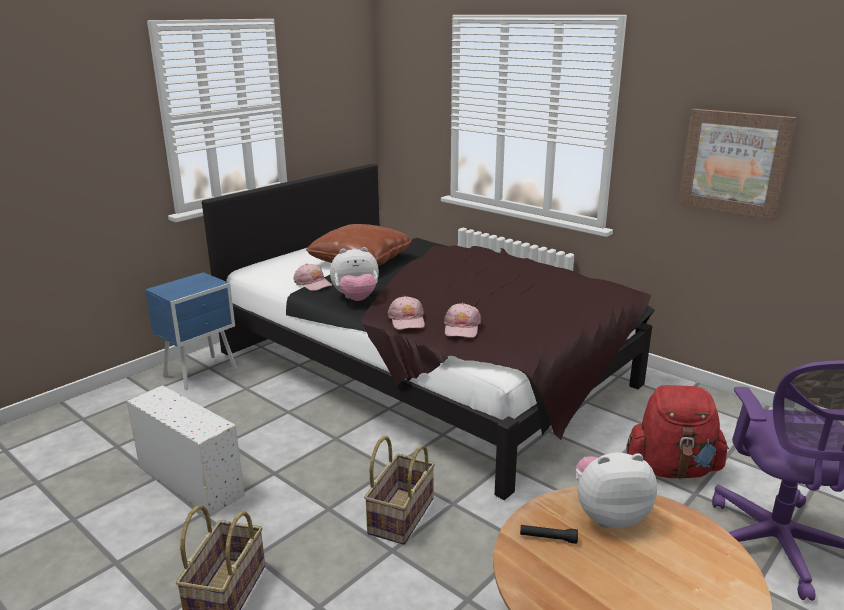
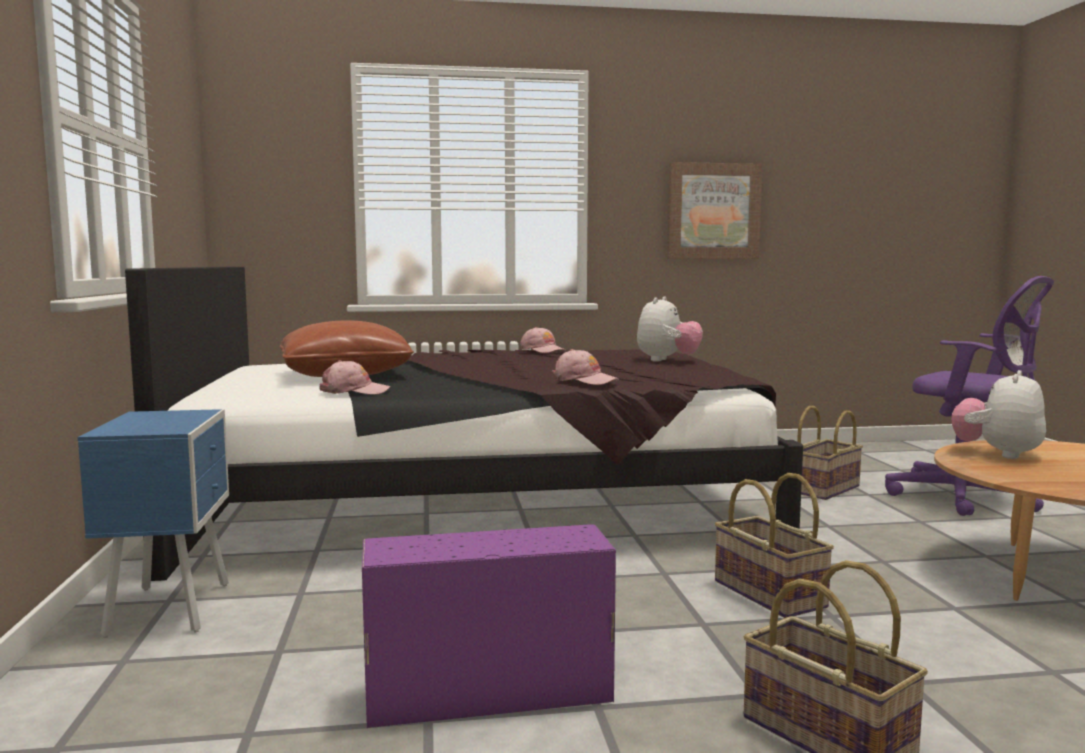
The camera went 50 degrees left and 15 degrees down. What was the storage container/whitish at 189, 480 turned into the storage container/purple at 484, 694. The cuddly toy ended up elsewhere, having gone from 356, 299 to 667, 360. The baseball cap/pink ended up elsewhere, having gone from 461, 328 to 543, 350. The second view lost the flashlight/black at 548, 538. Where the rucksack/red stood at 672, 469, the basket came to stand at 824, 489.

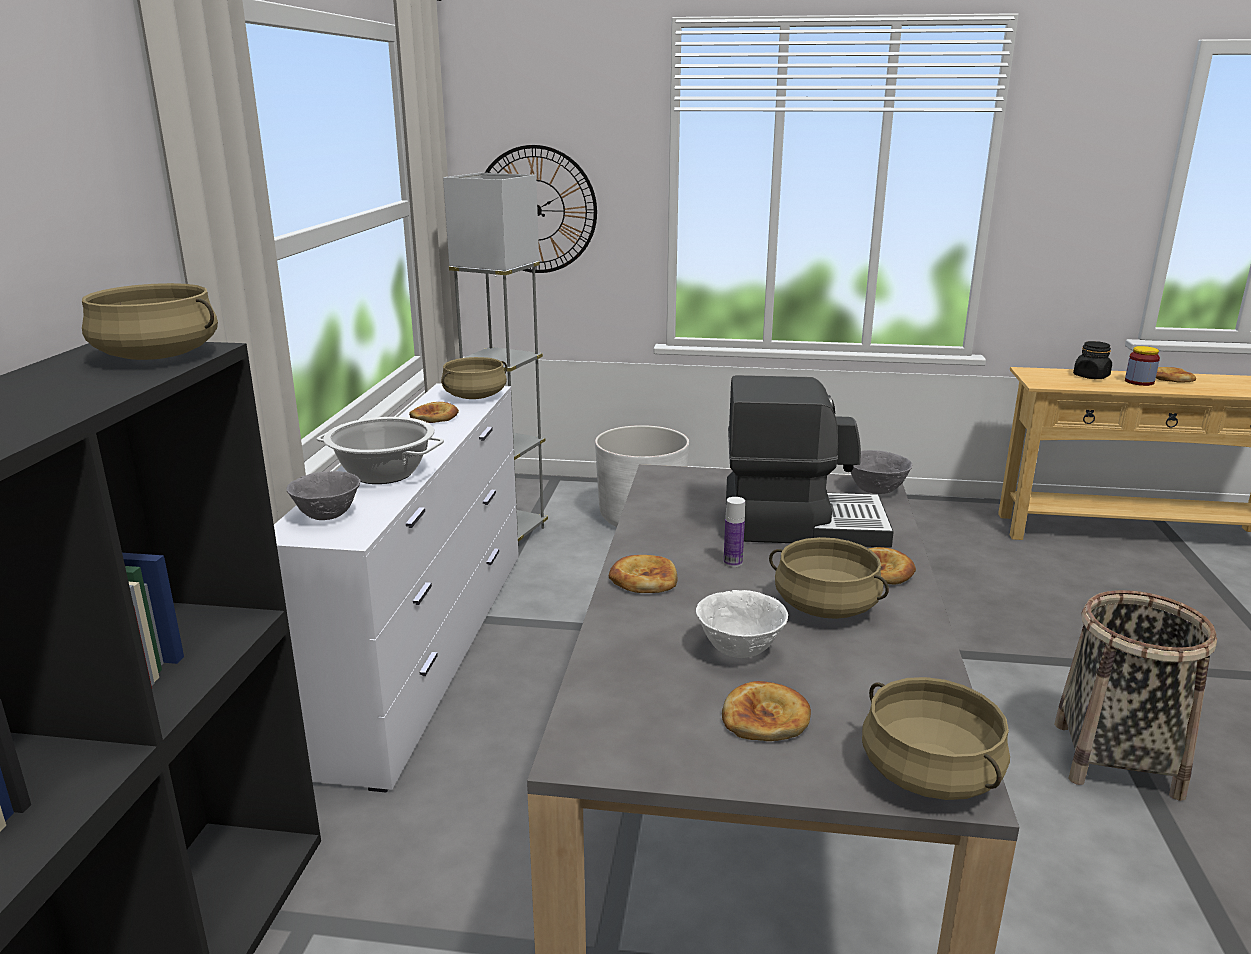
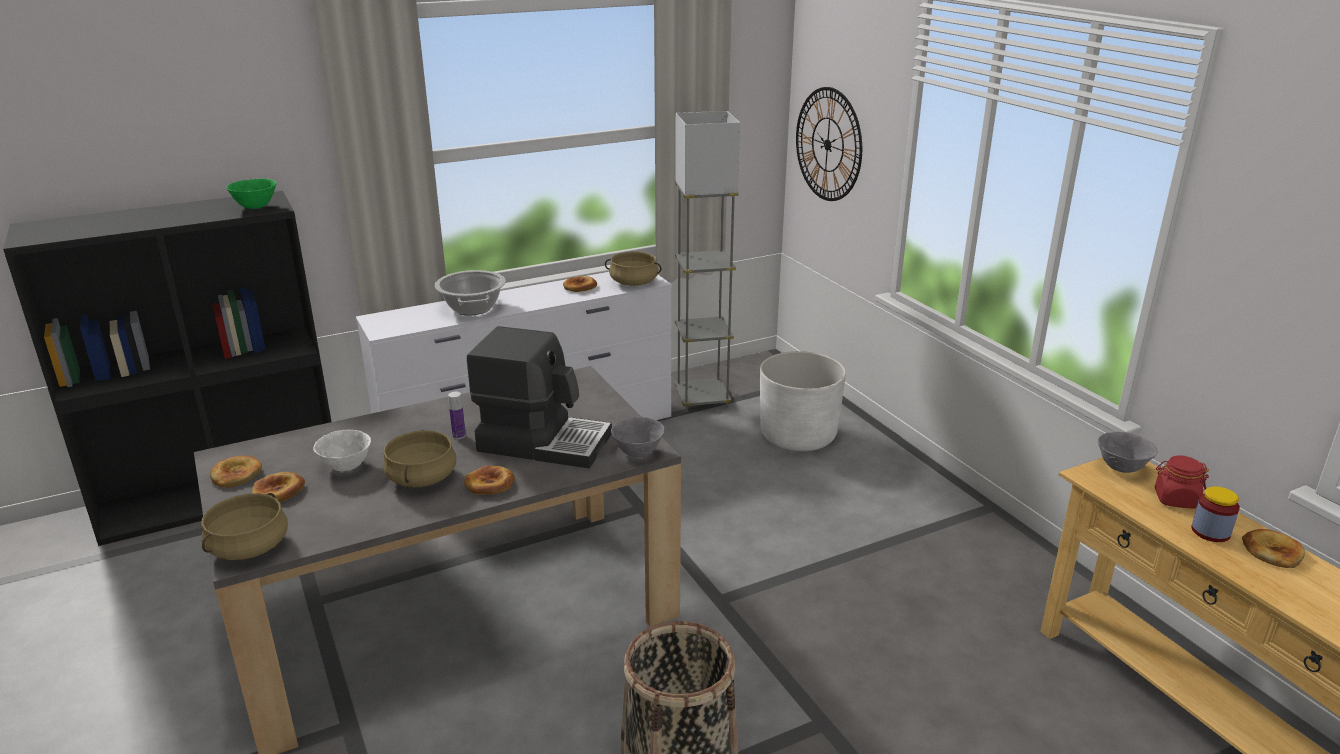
The camera went 55 degrees right and 5 degrees up. Where the saucepot/beige-coloured stood at 158, 356, the bowl/green-coloured came to stand at 256, 207. The bowl/grey ended up elsewhere, having gone from 328, 516 to 1122, 468. The bakery bread ended up elsewhere, having gone from 643, 579 to 236, 474. The coffee machine at 802, 524 ended up facing another way, 45 degrees counterclockwise from before. What was the jar/black at 1091, 376 turned into the jar/red at 1175, 499.

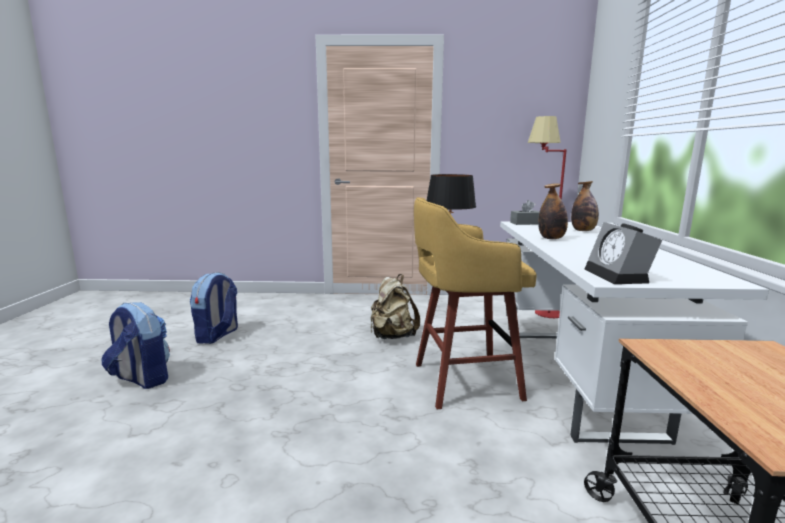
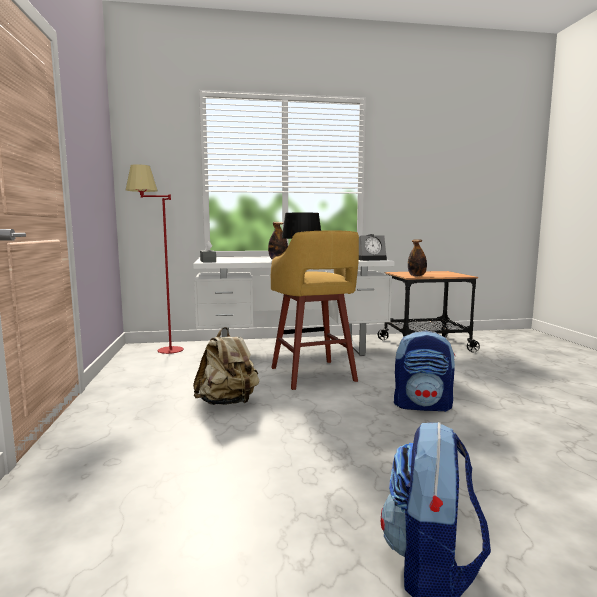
The camera went 100 degrees left and 5 degrees down. The rucksack ended up elsewhere, having gone from 217, 335 to 423, 405. The bottle ended up elsewhere, having gone from 583, 231 to 416, 276.

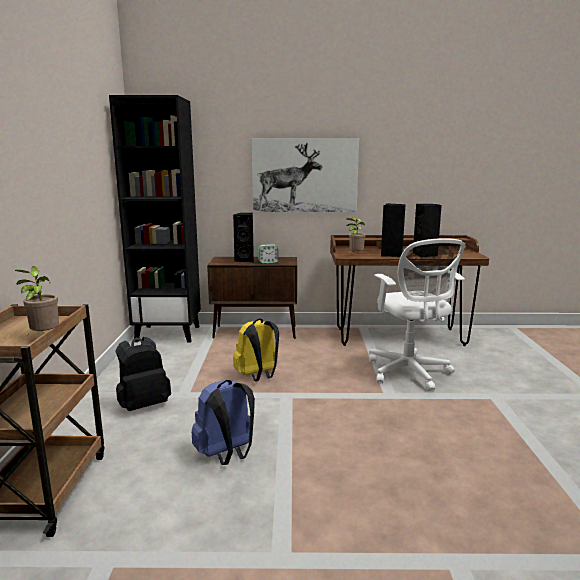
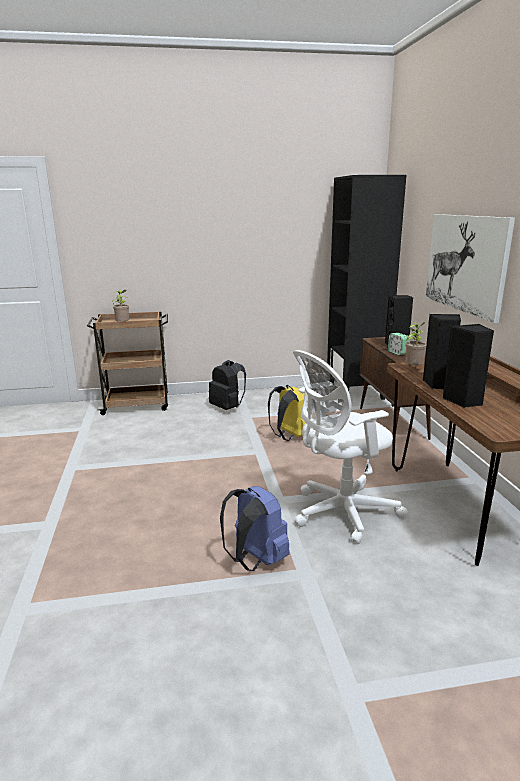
The camera went 80 degrees right and 5 degrees up. The rucksack/blue-coloured ended up elsewhere, having gone from 226, 455 to 255, 560.

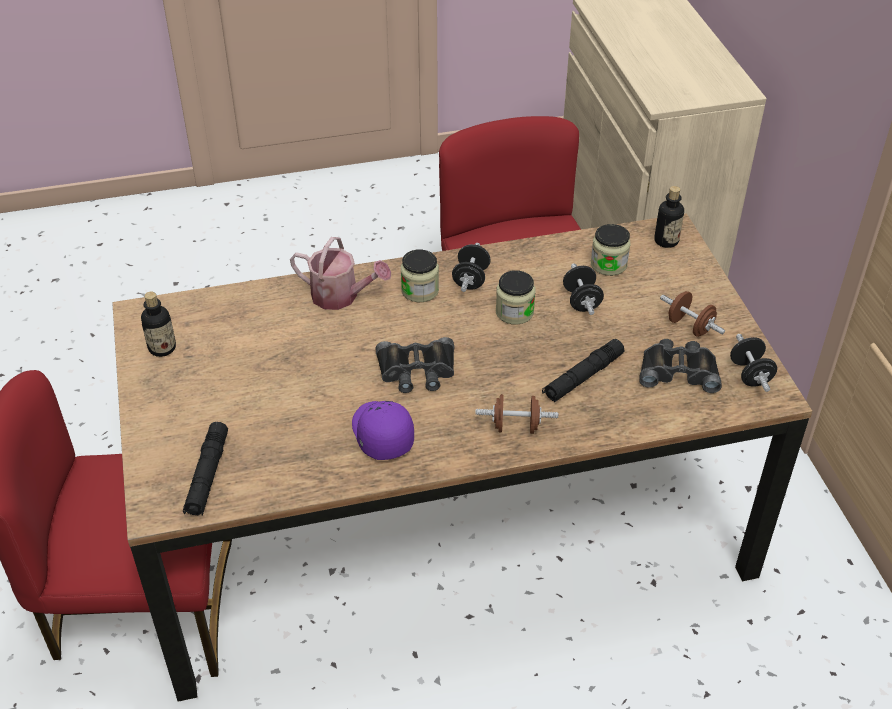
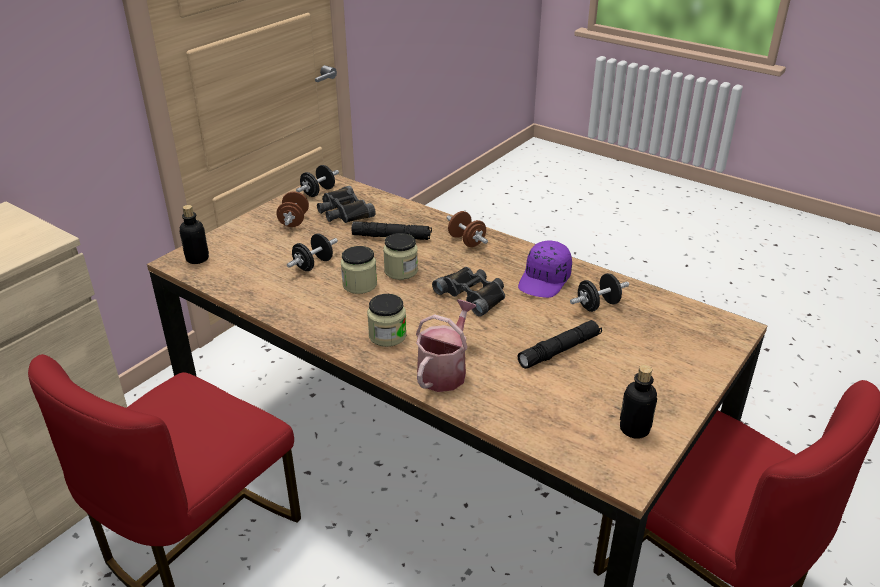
The camera went 130 degrees left and 10 degrees down. The flashlight/black ended up elsewhere, having gone from 207, 475 to 559, 350. The sprinkling can at 341, 296 ended up facing another way, 45 degrees clockwise from before. The dumbbell/black ended up elsewhere, having gone from 471, 279 to 597, 305. The jar ended up elsewhere, having gone from 608, 264 to 401, 271.

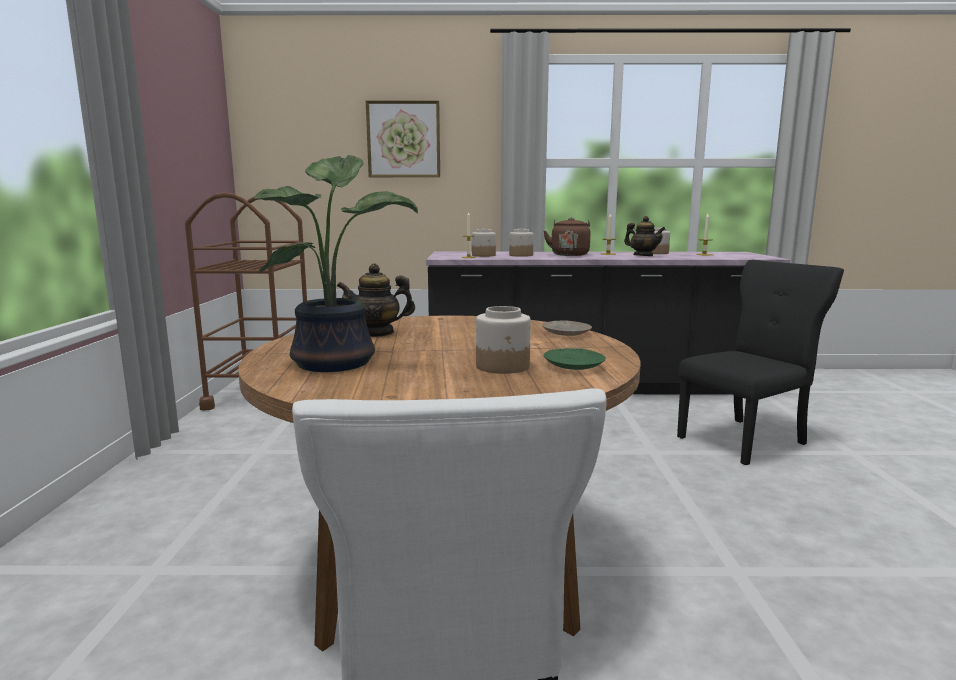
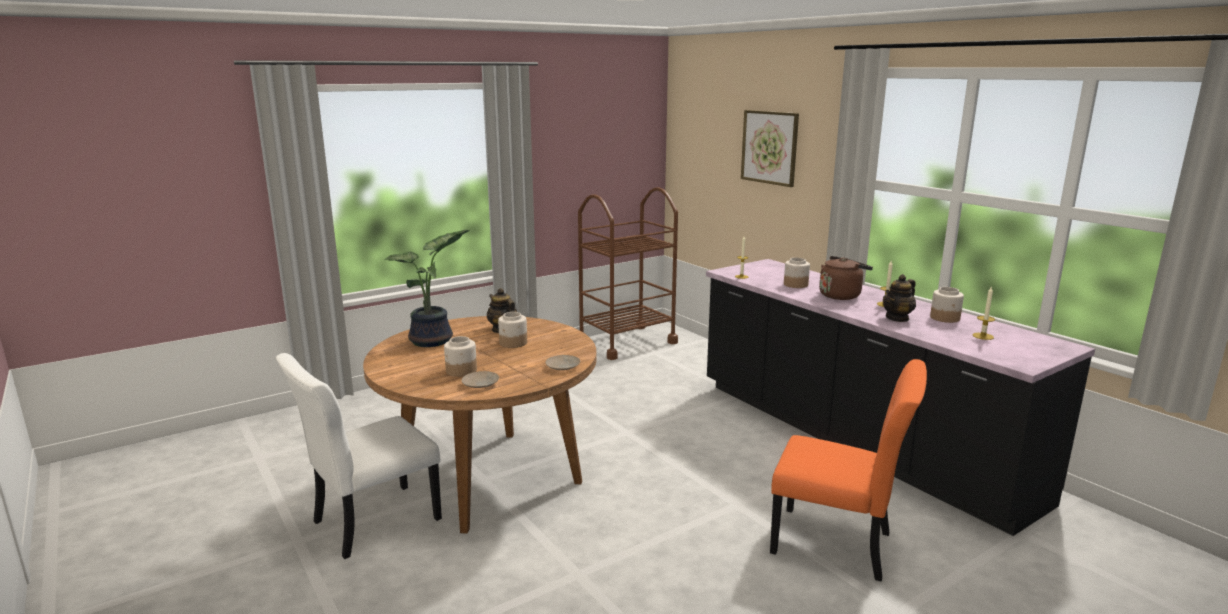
The camera went 55 degrees right and 5 degrees up. The jar ended up elsewhere, having gone from 484, 255 to 513, 343. What was the dinner plate/green-coloured at 574, 365 turned into the dinner plate/beige-coloured at 481, 384. The teapot at 643, 256 ended up facing another way, 45 degrees clockwise from before. What was the chair/black at 745, 440 turned into the chair/orangey at 836, 545.

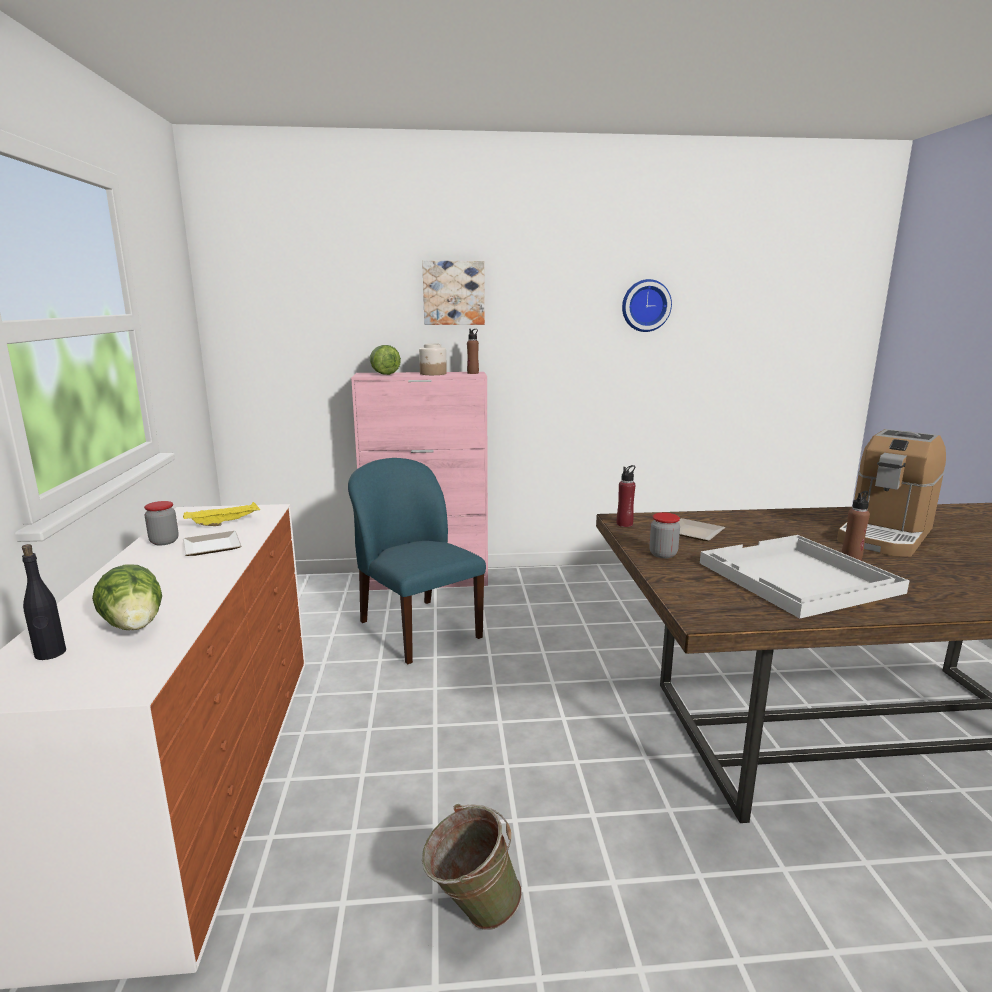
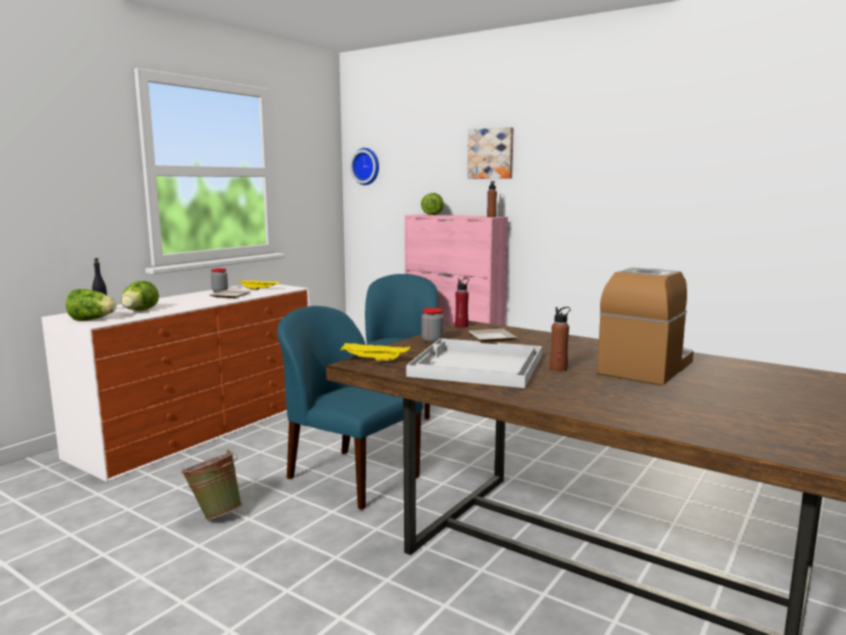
The camera went 40 degrees right and 5 degrees down. The second view lost the jar at 433, 374. The hanging clock ended up elsewhere, having gone from 645, 305 to 366, 166. The coffee machine at 885, 535 ended up facing another way, 135 degrees clockwise from before. The second view gained the lettuce at 92, 320. The second view gained the chair/blue-coloured at 350, 477. The second view gained the carrying tray/yellowish at 373, 360.

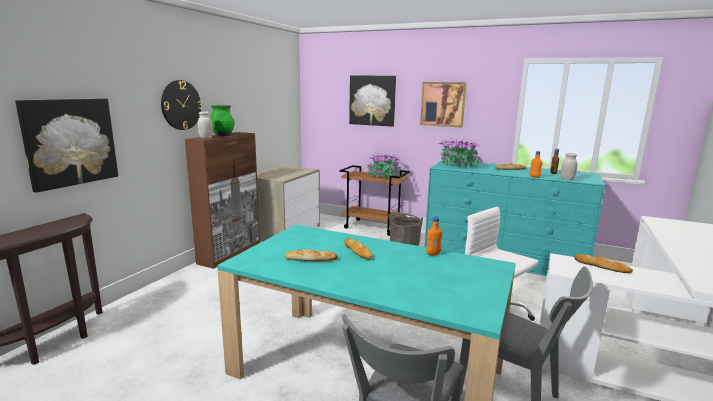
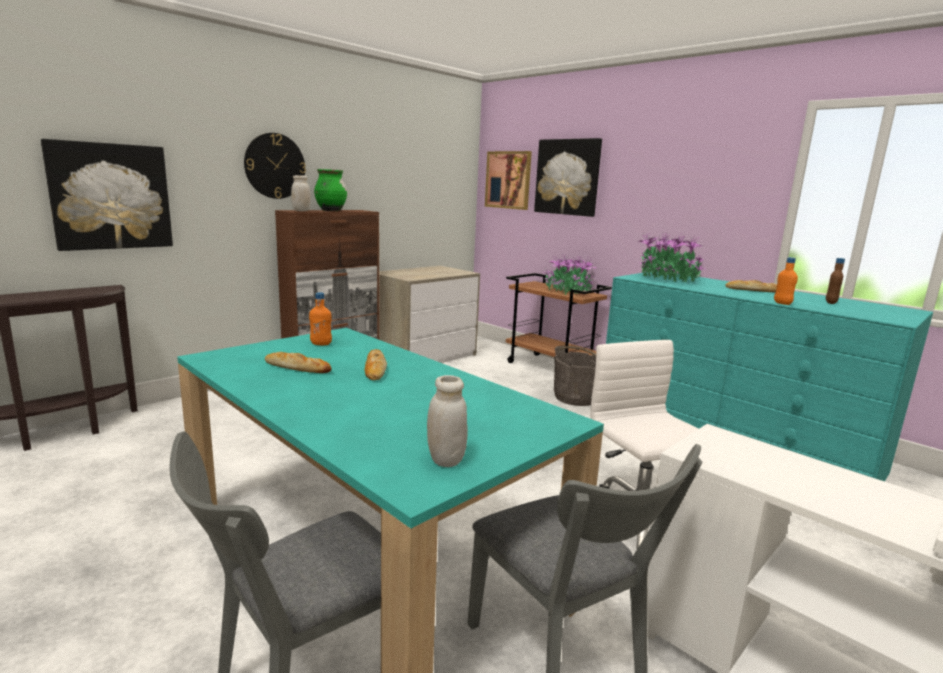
The camera went 20 degrees right and 0 degrees up. The picture ended up elsewhere, having gone from 443, 104 to 508, 180. The bottle/orangey ended up elsewhere, having gone from 433, 254 to 321, 344. The jar/whitish ended up elsewhere, having gone from 567, 179 to 446, 460. The second view lost the bakery bread at 602, 266.

